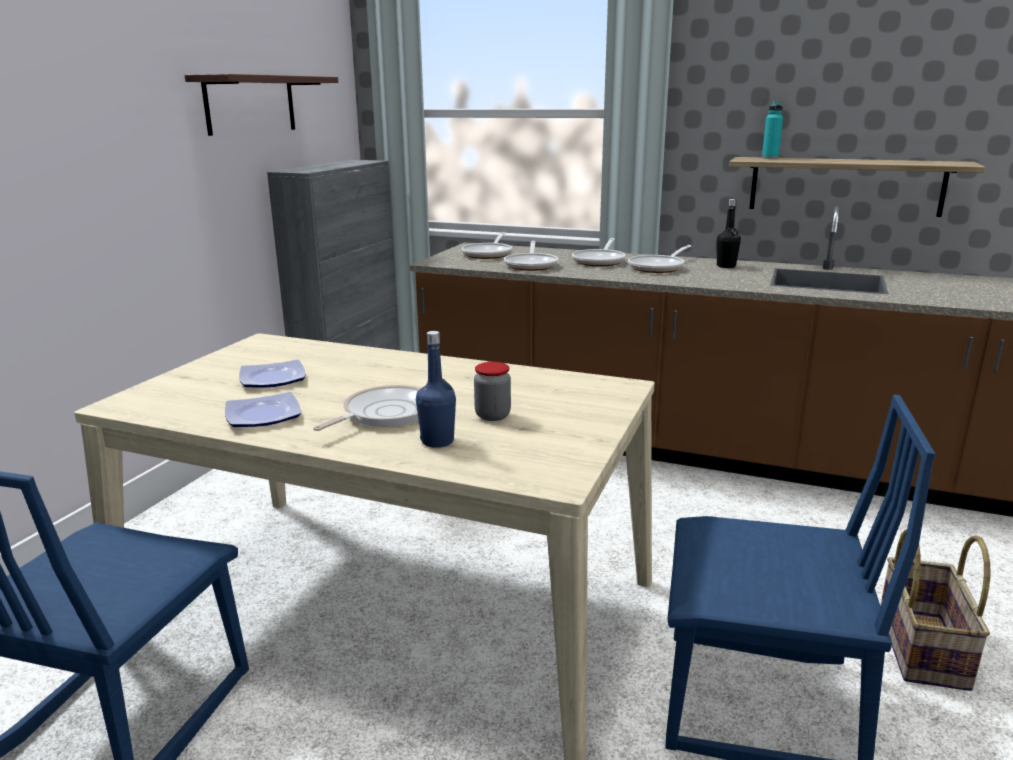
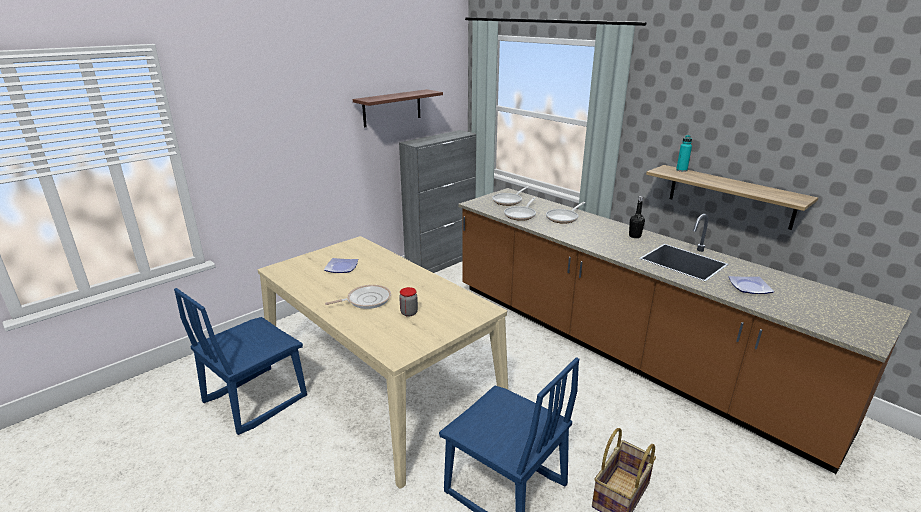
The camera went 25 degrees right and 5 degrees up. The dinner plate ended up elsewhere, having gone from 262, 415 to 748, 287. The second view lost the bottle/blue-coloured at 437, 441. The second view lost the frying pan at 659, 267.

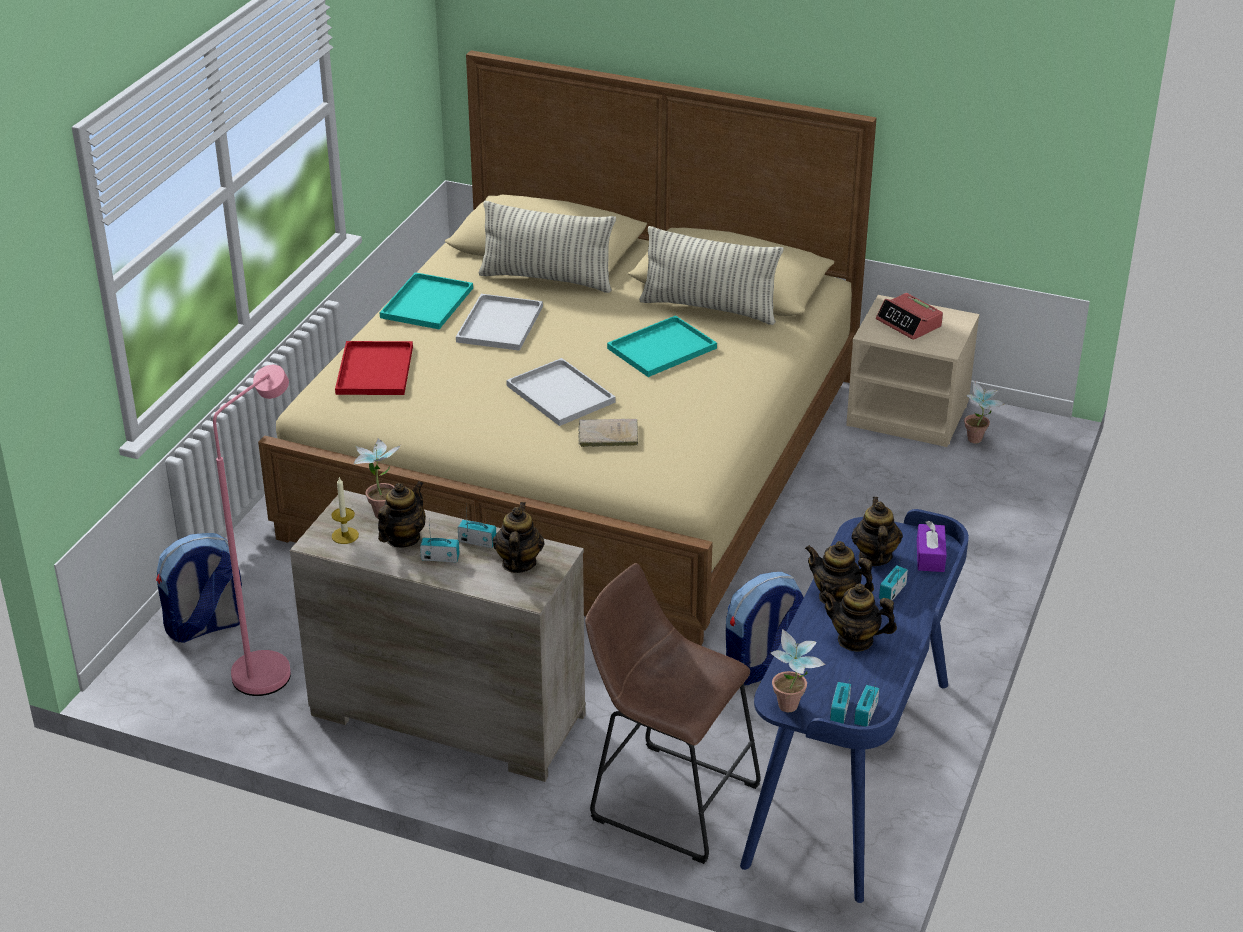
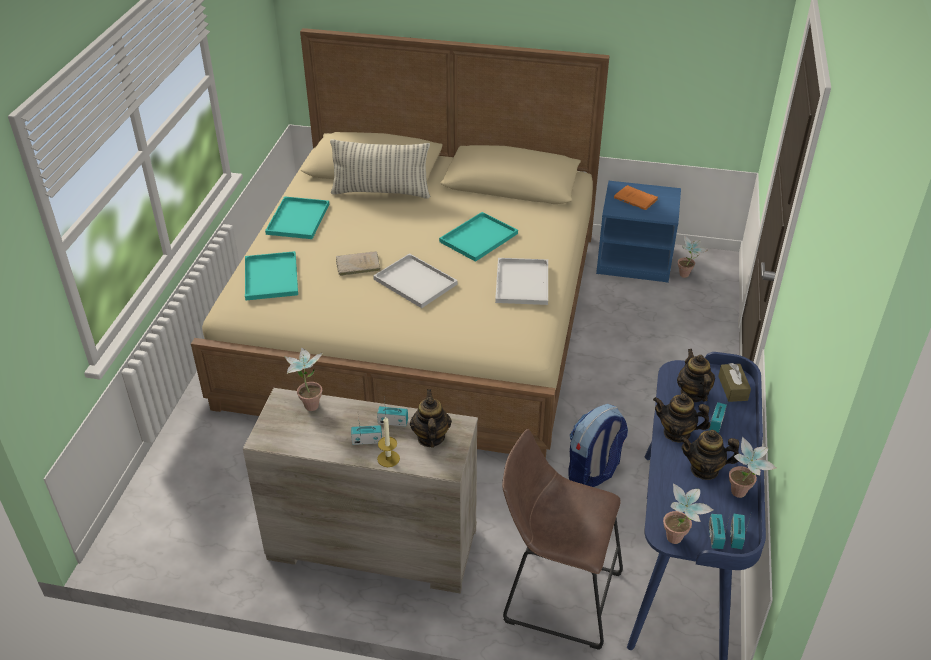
The camera went 10 degrees left and 5 degrees up. The second view lost the rucksack at 205, 626. The second view lost the standard lamp/pink at 272, 667. The wax candle ended up elsewhere, having gone from 345, 535 to 388, 458. What was the carrying tray/red at 375, 371 turned into the carrying tray/turquoise-coloured at 272, 278. The second view lost the teapot at 402, 538. The carrying tray/whitish ended up elsewhere, having gone from 499, 323 to 521, 281. The bound book/beige-coloured ended up elsewhere, having gone from 606, 435 to 356, 265. The second view lost the cushion at 709, 308. What was the nightstand/beige-coloured at 909, 413 turned into the nightstand/blue-coloured at 635, 260. Where the table clock stood at 909, 323, the bound book/orangey came to stand at 636, 199. What was the box of tissues/purple at 930, 556 turned into the box of tissues/brown-coloured at 733, 388. The second view gained the houseplant at 741, 496.

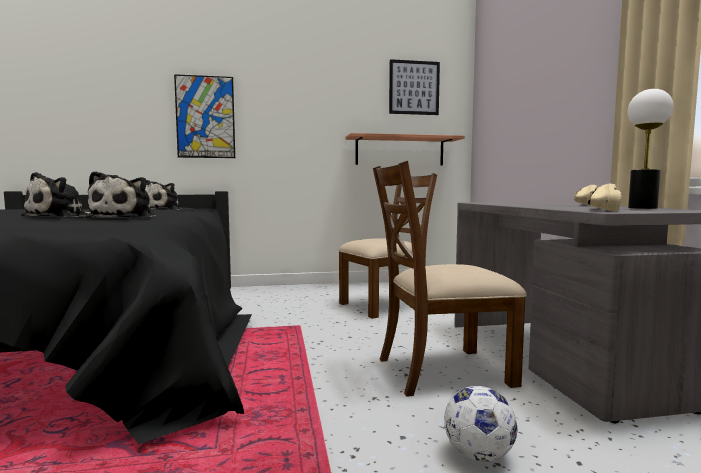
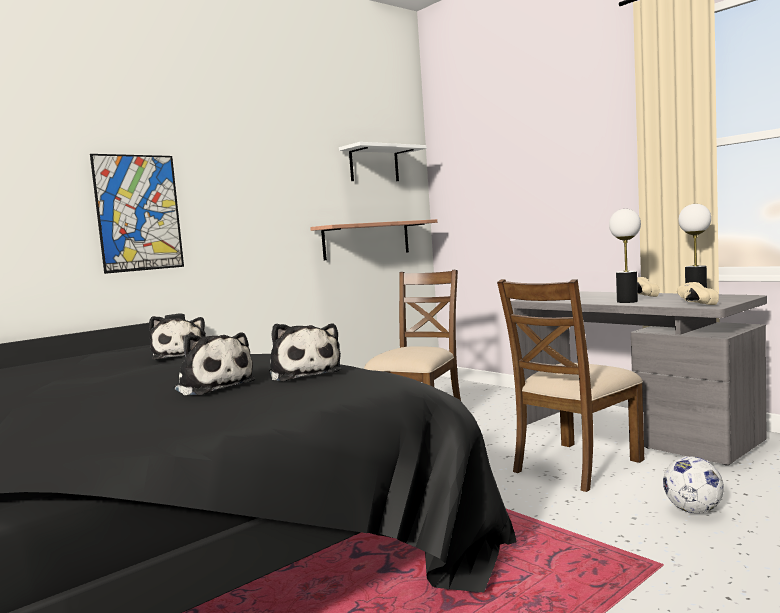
The camera went 30 degrees left and 0 degrees up. The cuddly toy at 61, 217 ended up facing another way, 45 degrees counterclockwise from before. Where the picture hung at 414, 87, the shelf/whitish came to hang at 374, 165. The second view gained the tabletop lamp at 627, 301.

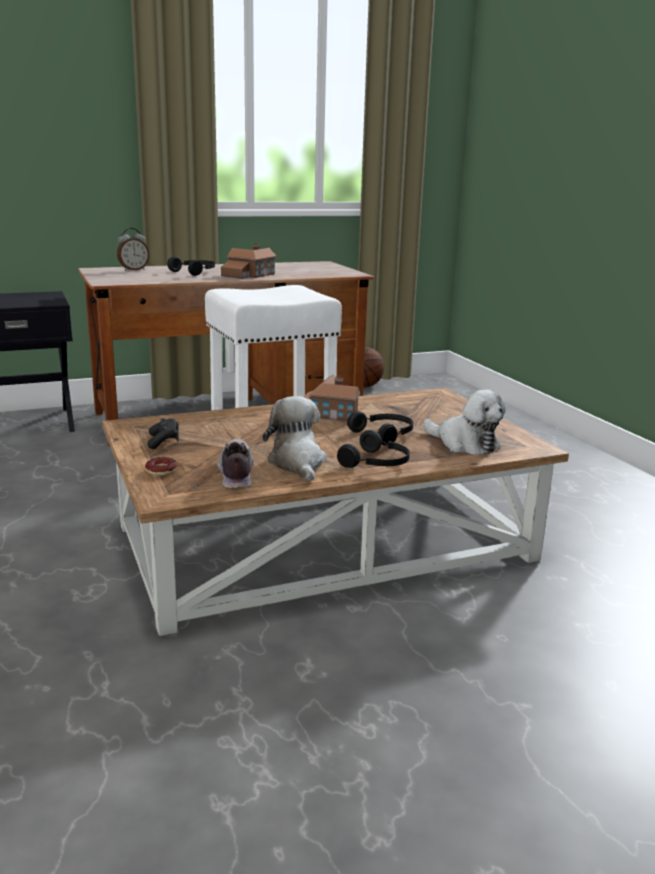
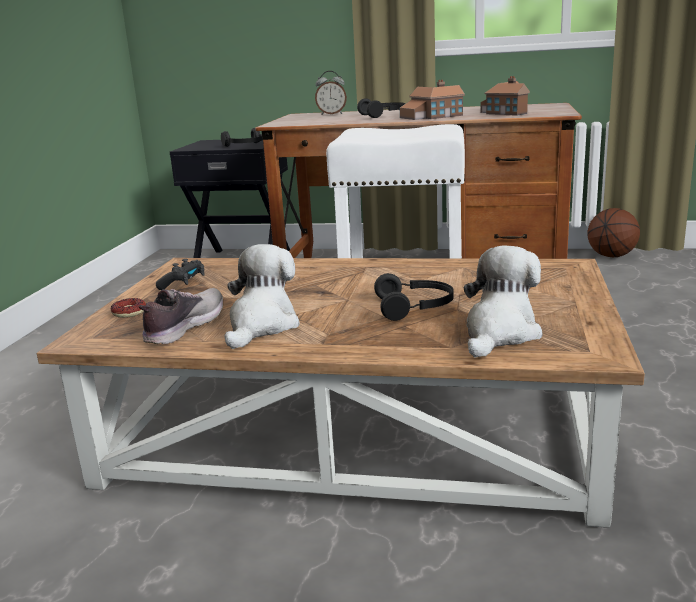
The camera went 35 degrees right and 0 degrees up. The miniature house ended up elsewhere, having gone from 329, 412 to 506, 112. The pair of headphones/black ended up elsewhere, having gone from 377, 463 to 245, 146. The cuddly toy at 464, 444 ended up facing another way, 135 degrees counterclockwise from before.

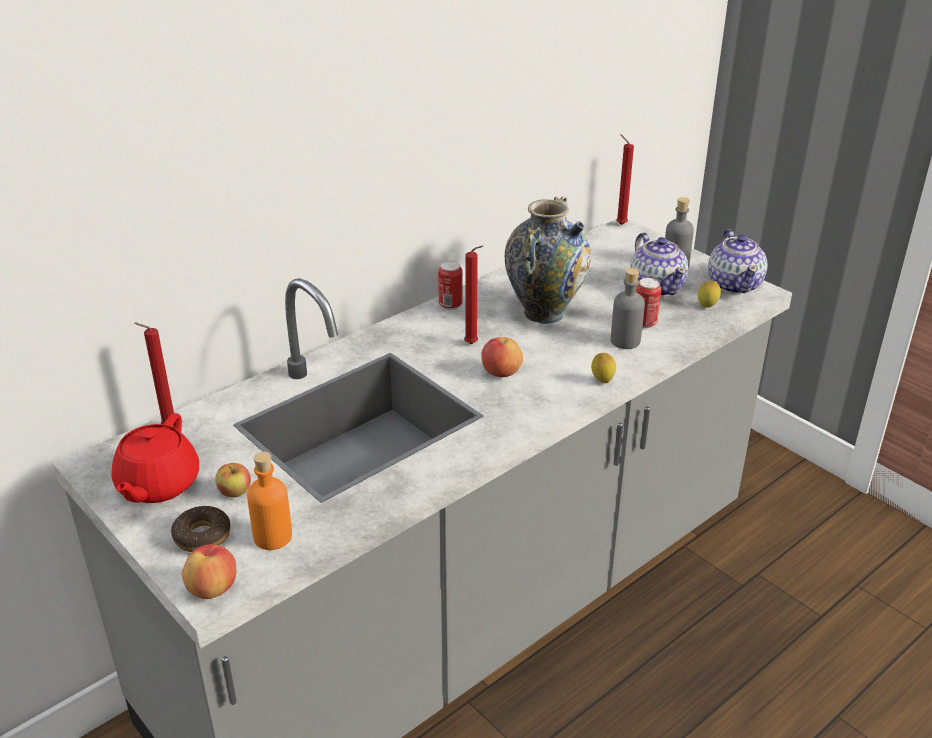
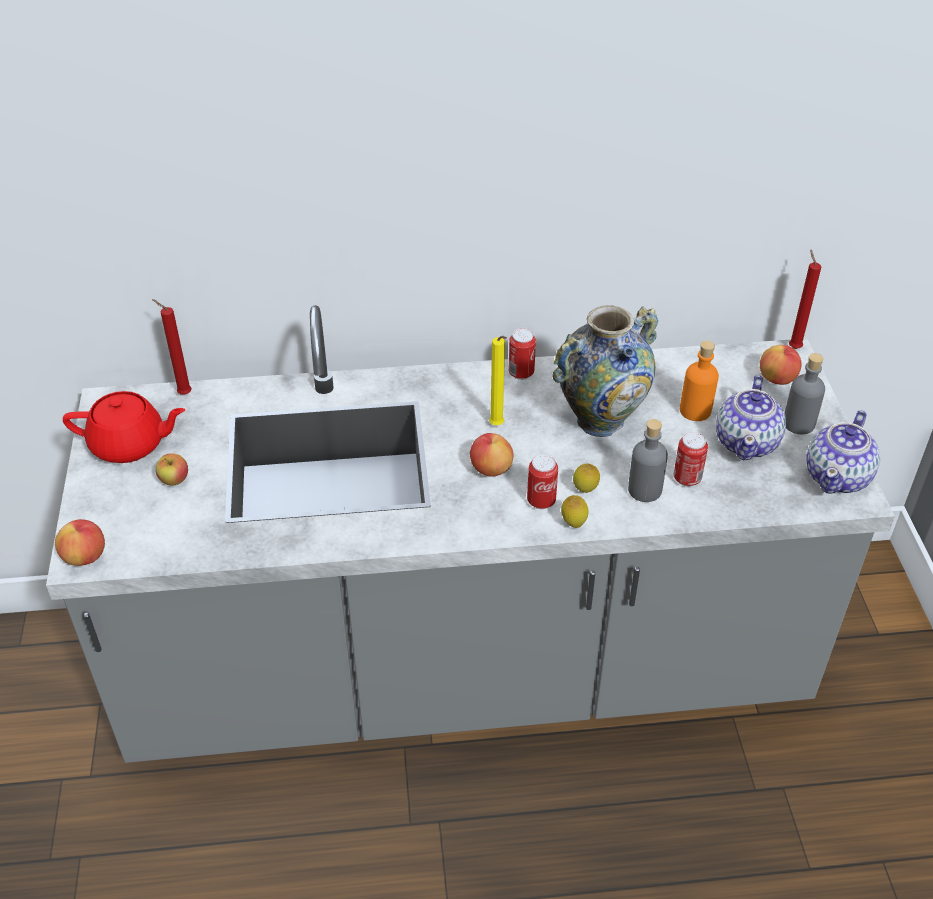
The camera went 35 degrees right and 10 degrees up. The teapot/red at 157, 485 ended up facing another way, 135 degrees counterclockwise from before. The second view lost the doughnut at 202, 536. The bottle/orangey ended up elsewhere, having gone from 273, 537 to 695, 410. What was the wax candle/red at 473, 344 turned into the wax candle/yellowish at 497, 426. The whole lemon ended up elsewhere, having gone from 707, 307 to 585, 491. The second view gained the metal can at 541, 501. The second view gained the apple fruit at 777, 379.

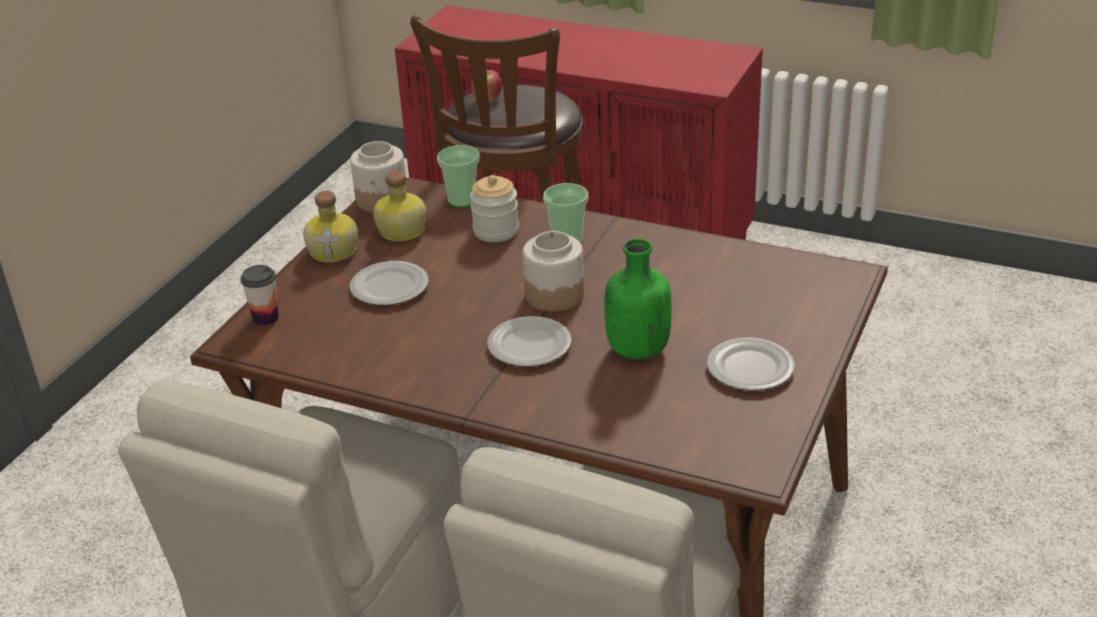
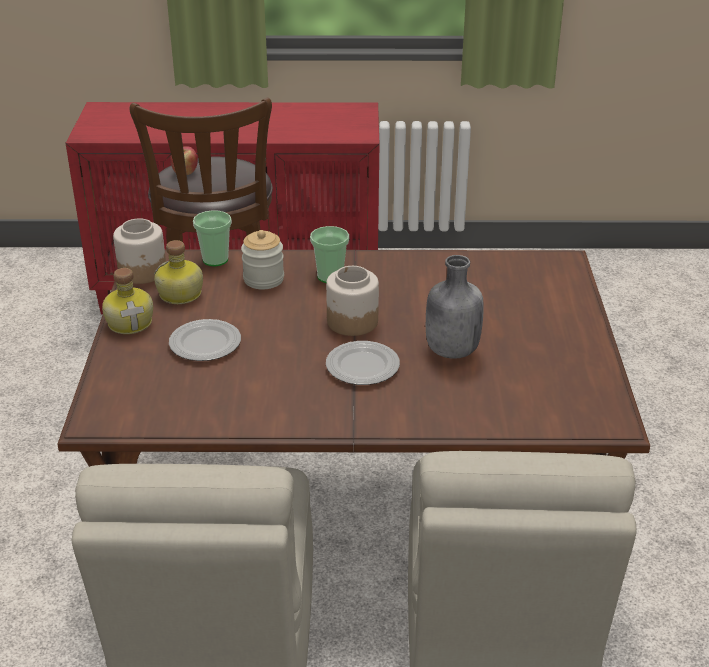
The camera went 25 degrees left and 0 degrees up. The second view lost the drinking cup at 265, 318. What was the bottle/green-coloured at 636, 349 turned into the bottle/grey at 450, 350. The second view lost the dinner plate at 749, 368.

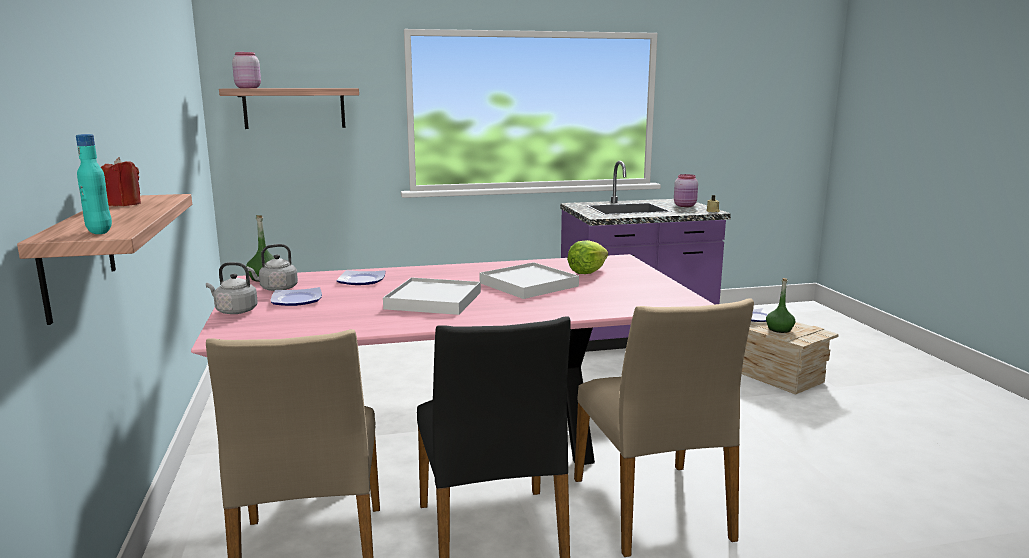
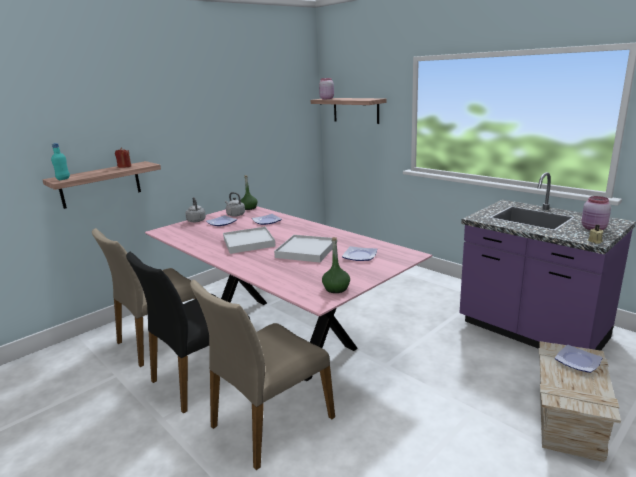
The camera went 60 degrees right and 5 degrees up. Where the lettuce stood at 587, 271, the dinner plate came to stand at 359, 256. The bottle/green-coloured ended up elsewhere, having gone from 779, 329 to 336, 288.

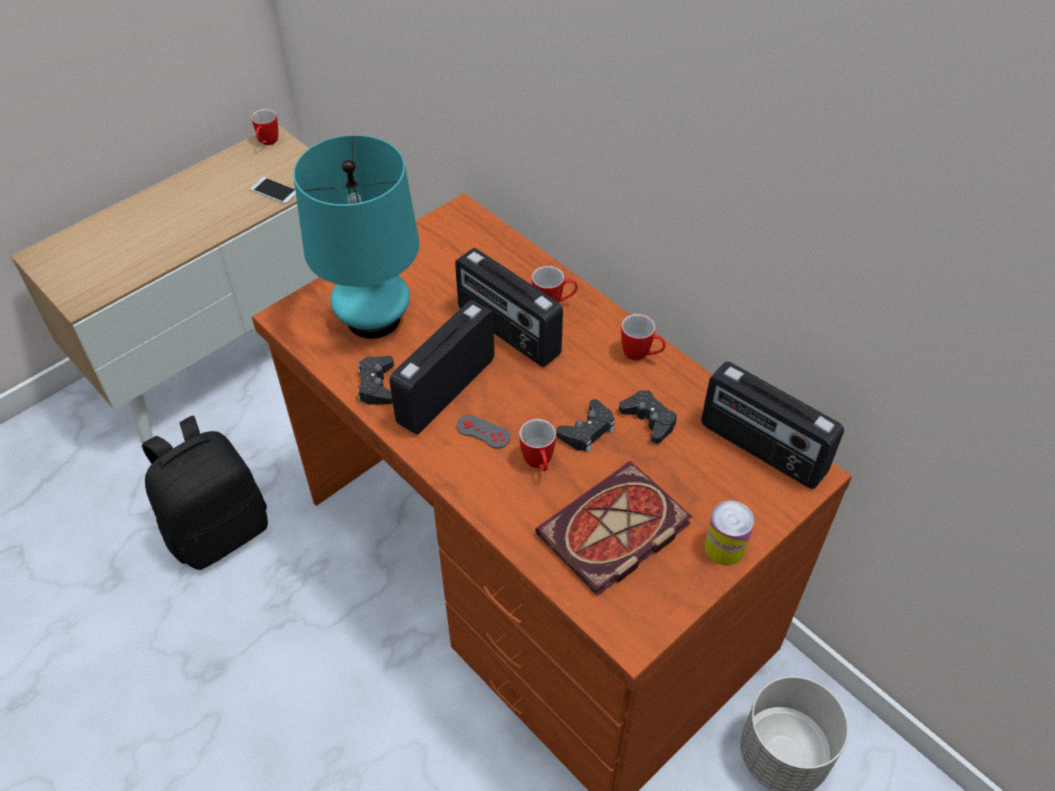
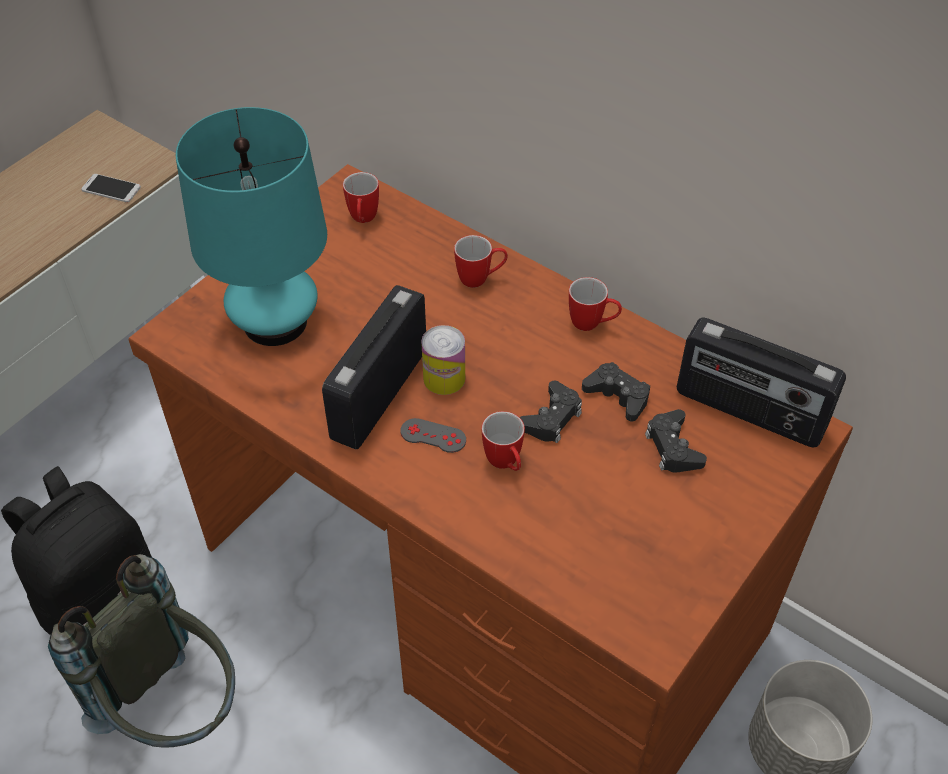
The camera went 10 degrees left and 0 degrees up. The coffee mug ended up elsewhere, having gone from 267, 143 to 363, 220. The game controller/black ended up elsewhere, having gone from 376, 385 to 673, 447. The second view lost the radio receiver at 507, 332. The second view lost the bound book at 613, 533. The metal can ended up elsewhere, having gone from 724, 547 to 444, 378. The second view gained the rucksack/grey at 175, 710.

